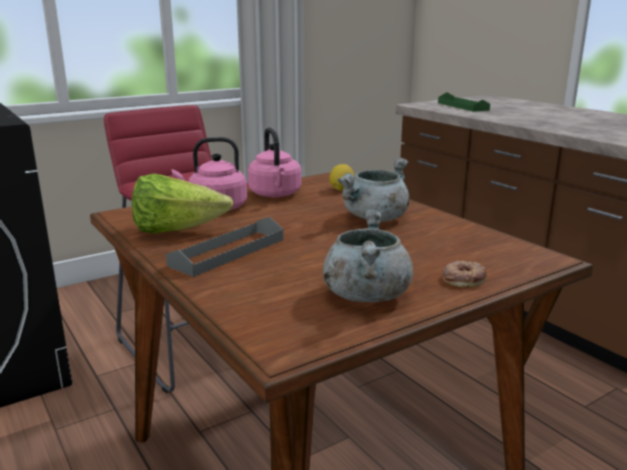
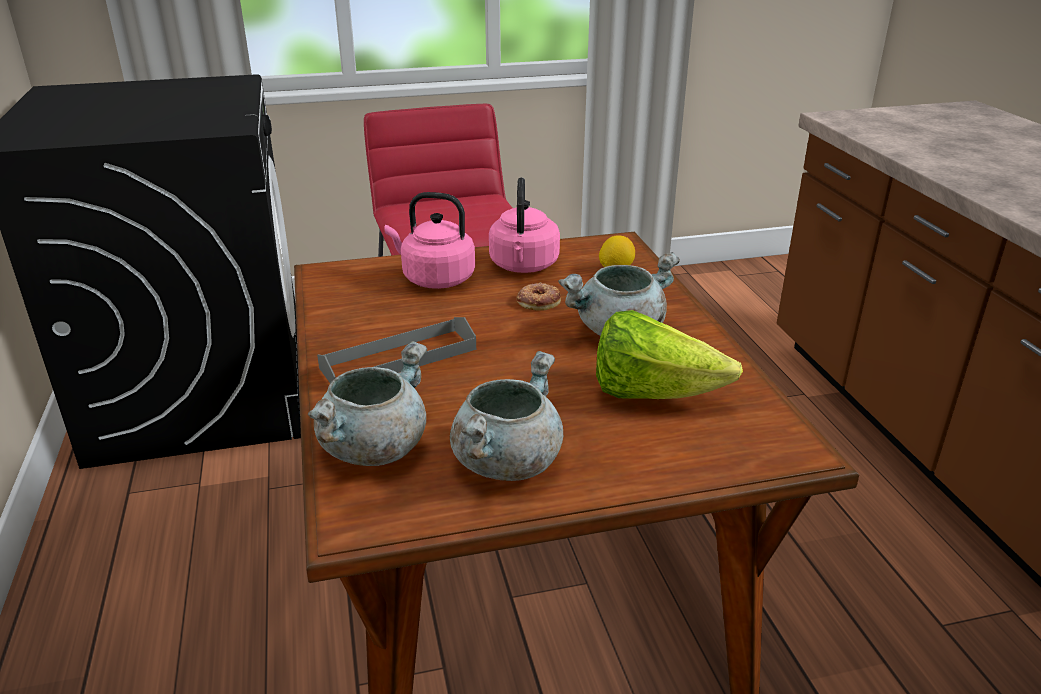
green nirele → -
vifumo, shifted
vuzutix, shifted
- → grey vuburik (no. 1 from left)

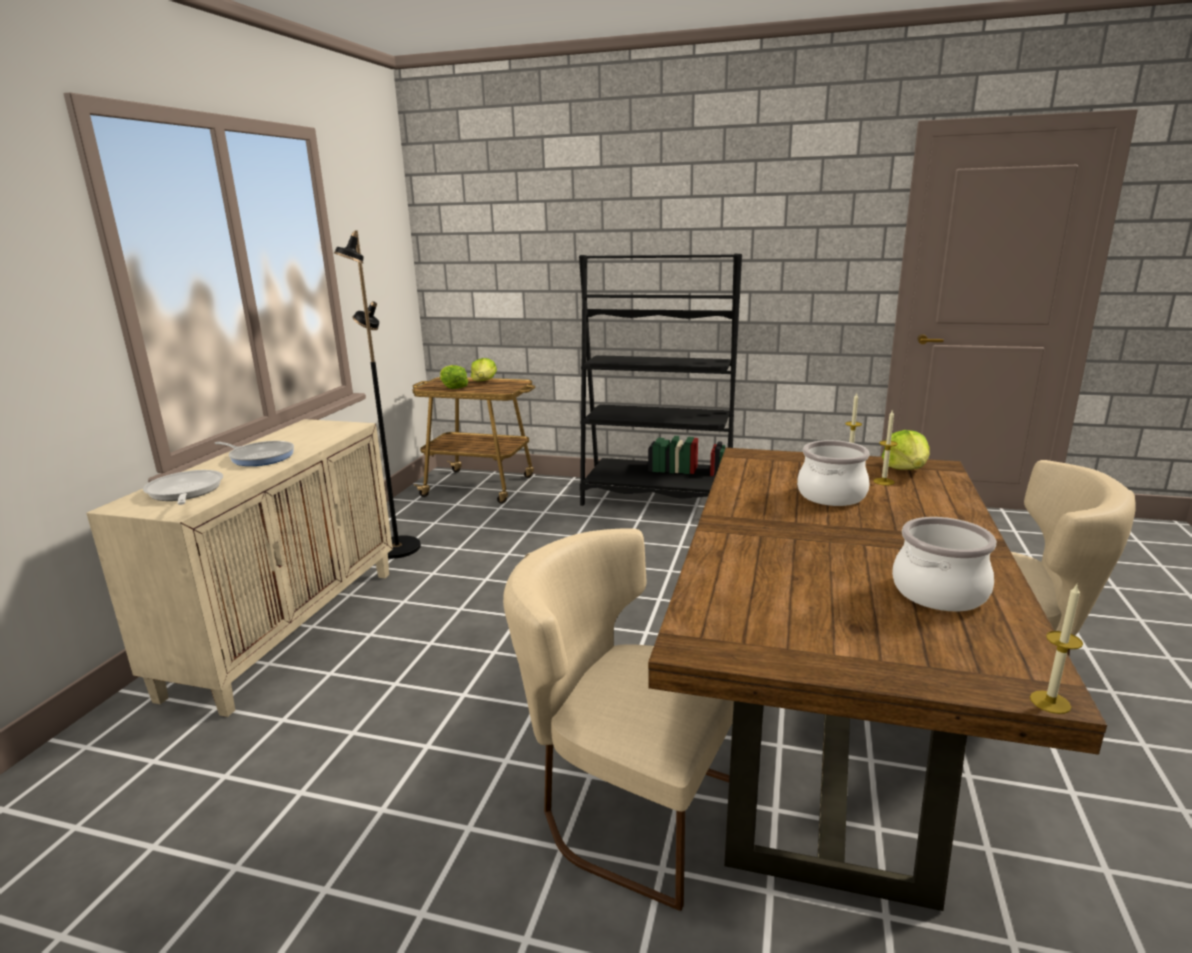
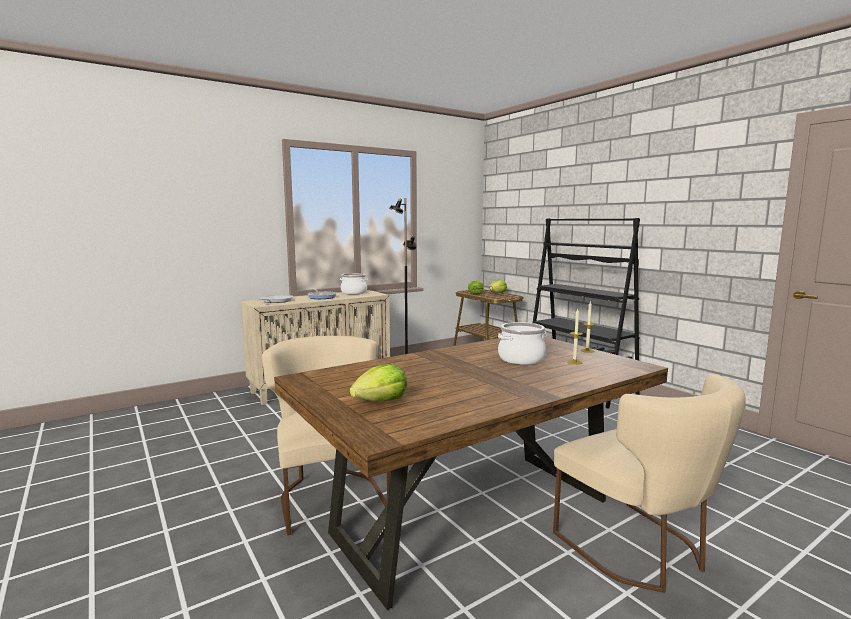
vifumo (no. 3 from left in the first image) → vifumo (no. 1 from left), shifted
vuburik (no. 2 from left in the first image) → vuburik (no. 1 from left), shifted
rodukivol (no. 3 from left) → -

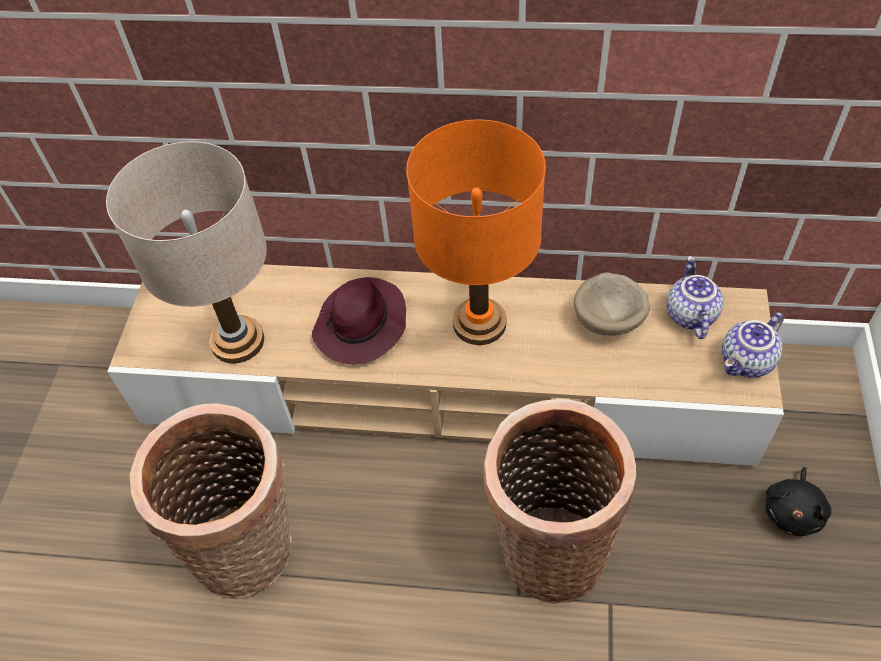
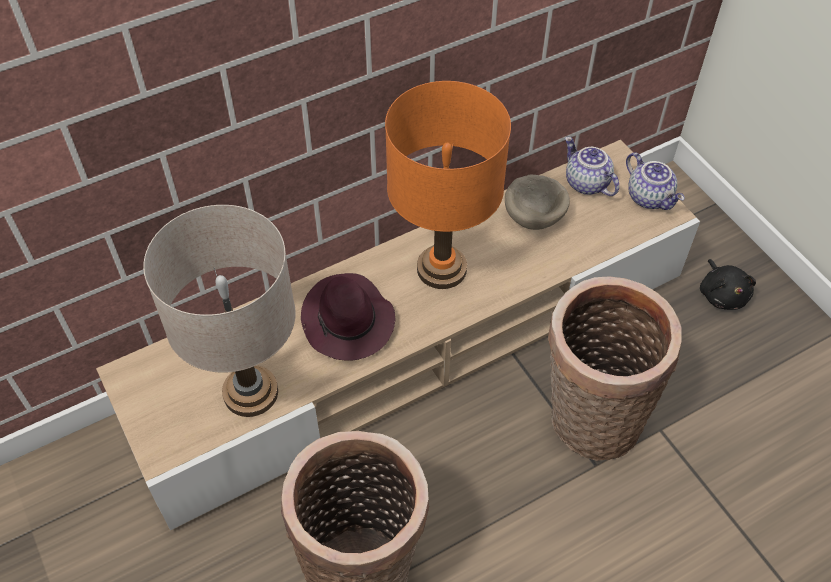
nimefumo (no. 2 from left), 45 degrees counterclockwise

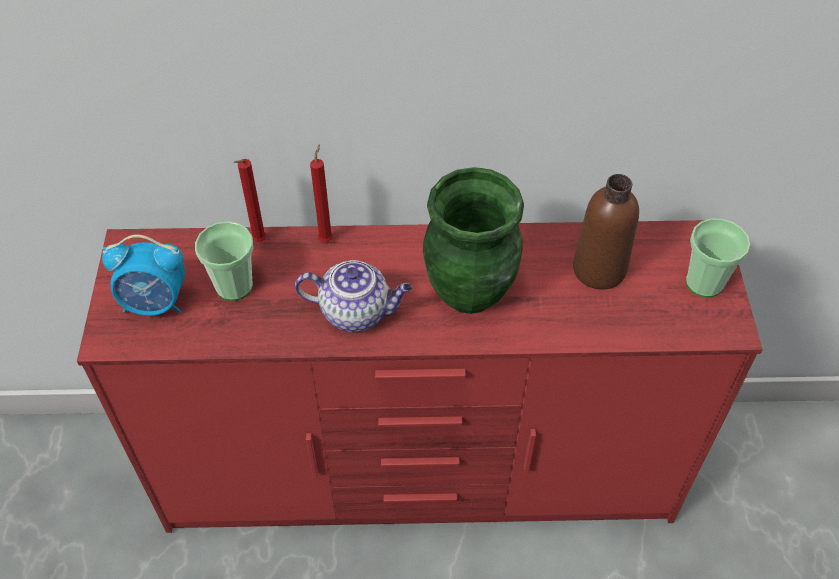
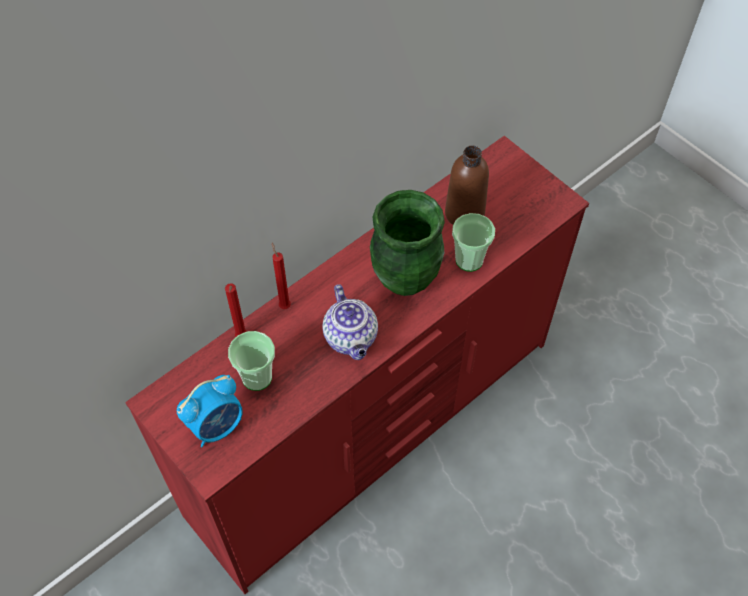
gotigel (no. 2 from left), shifted
nimefumo, 105 degrees clockwise

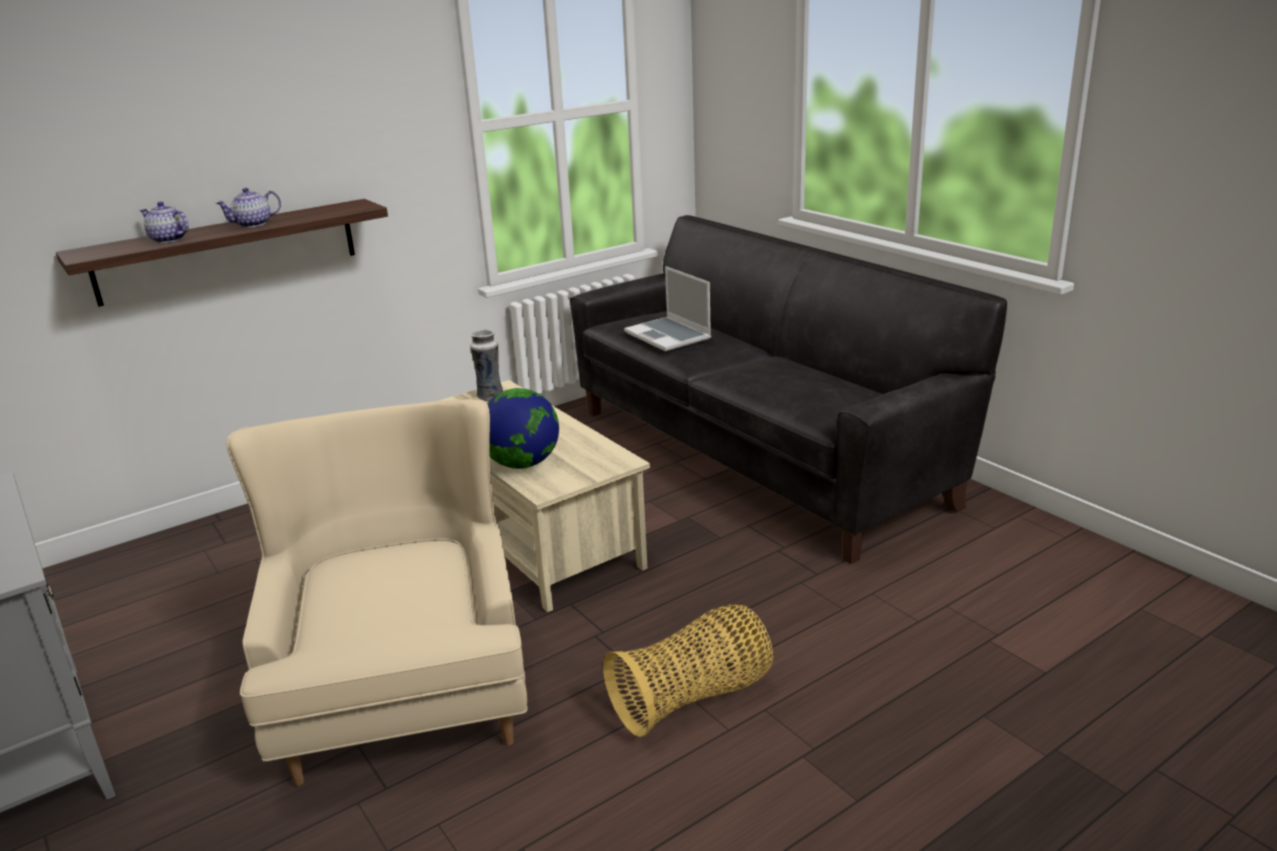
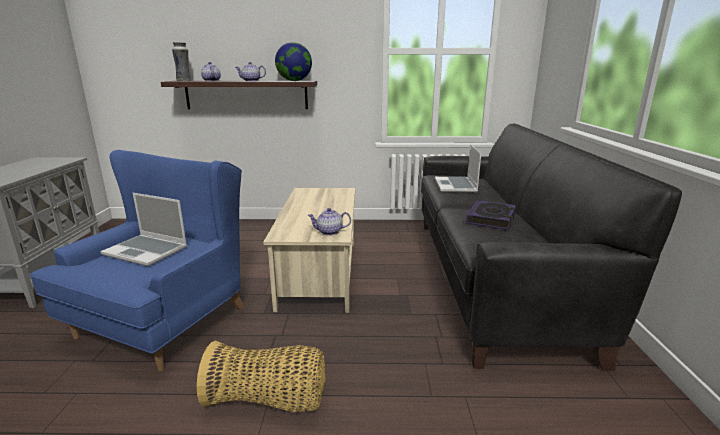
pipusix, shifted
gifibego, shifted
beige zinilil → blue zinilil
- → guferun (no. 1 from left)
- → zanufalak
- → nimefumo (no. 3 from left)

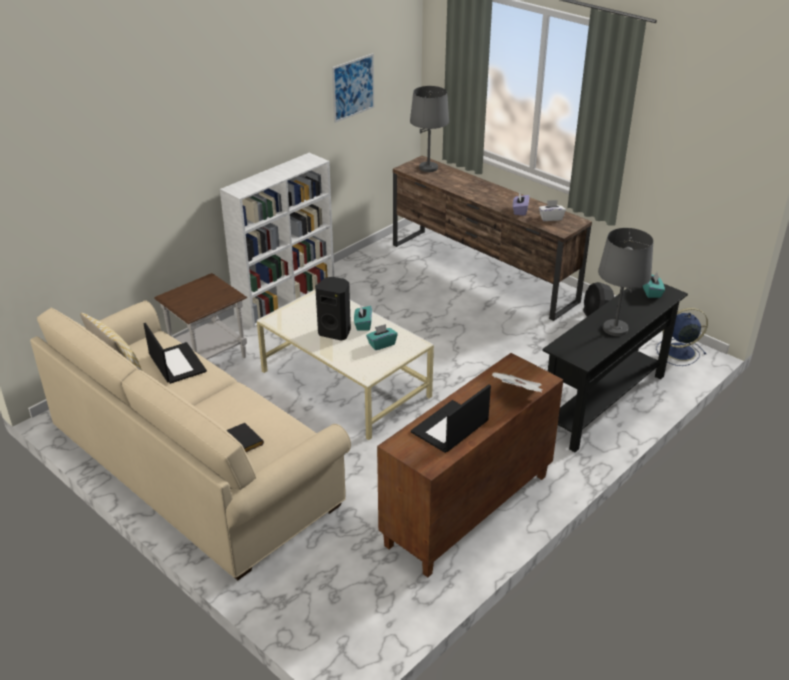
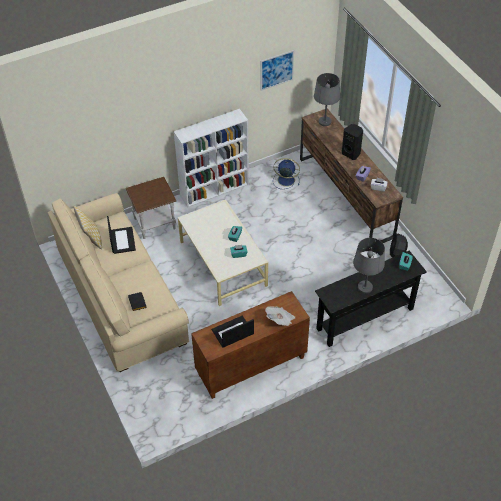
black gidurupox, shifted
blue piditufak, shifted

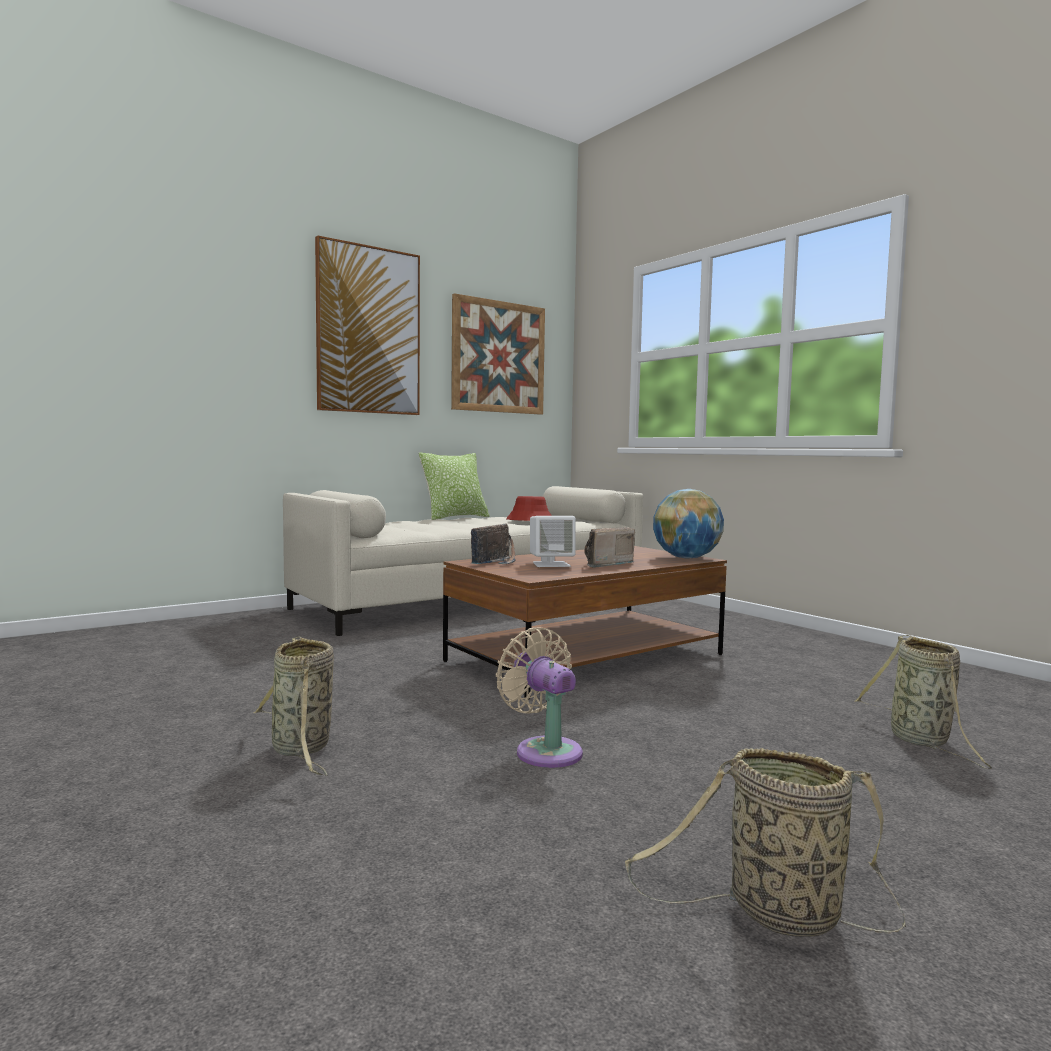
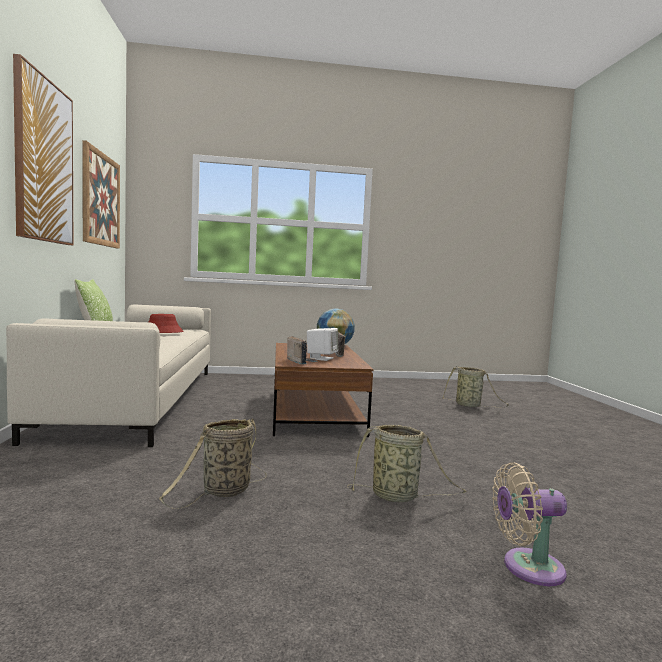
beige piditufak, shifted
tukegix (no. 2 from left in the first image) → tukegix (no. 1 from left), shifted

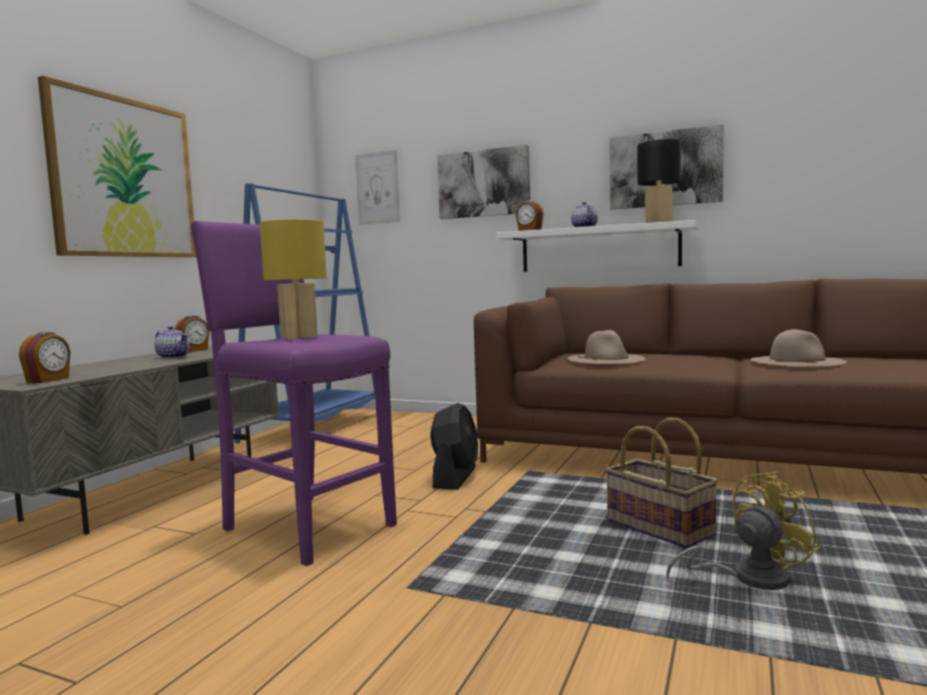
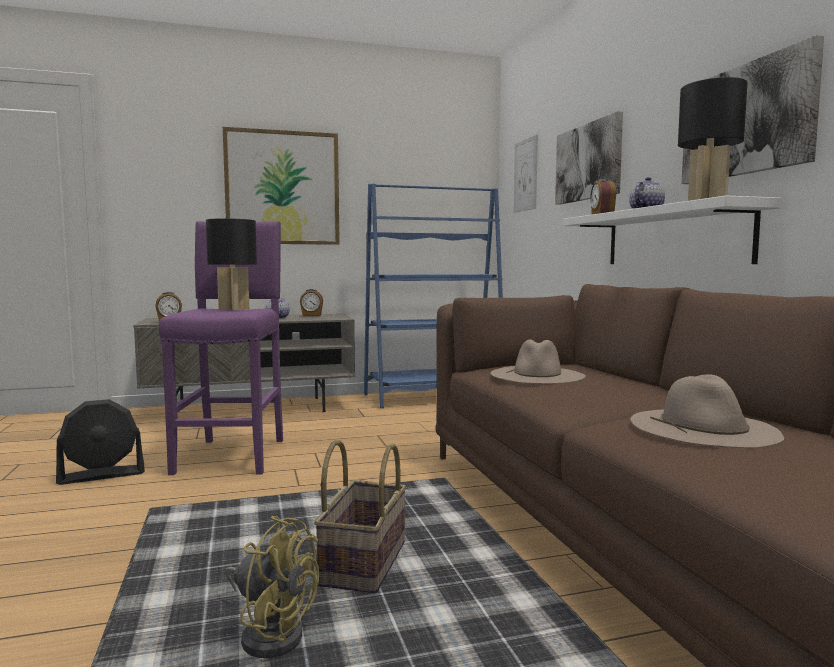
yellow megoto → black megoto (no. 1 from left)
black piditufak, shifted

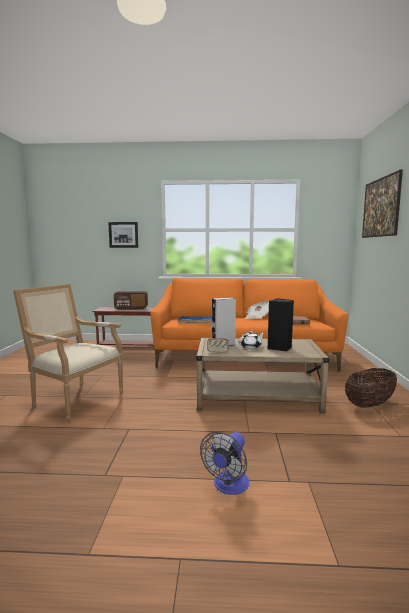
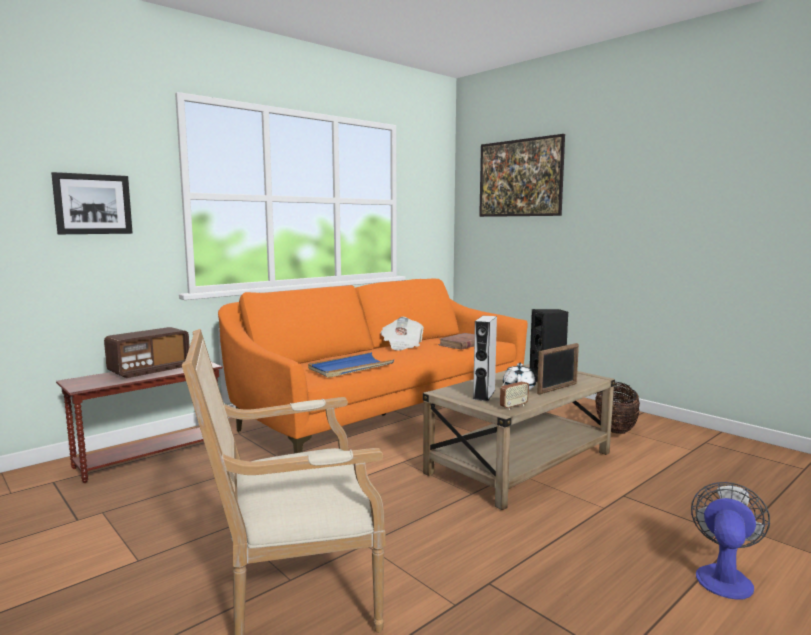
piditufak, 135 degrees counterclockwise
- → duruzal

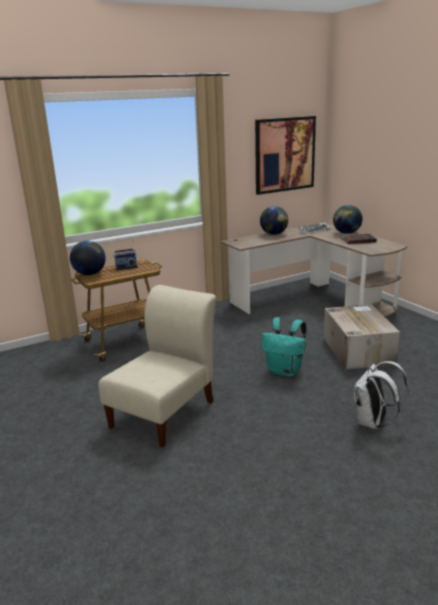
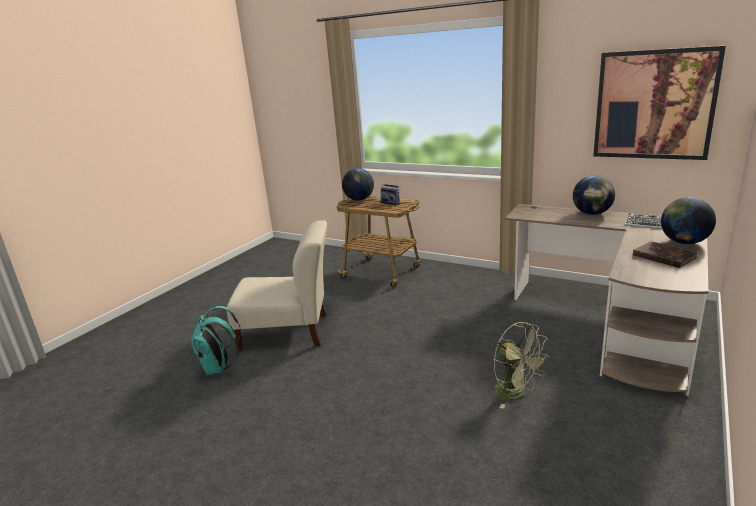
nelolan → green piditufak
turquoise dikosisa, shifted
white dikosisa → -

